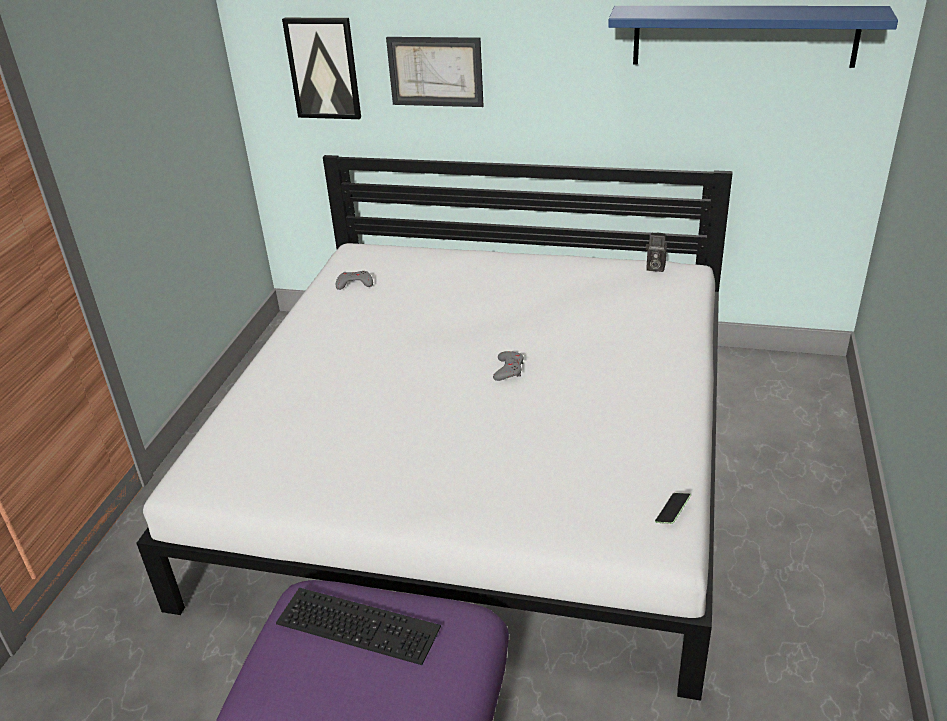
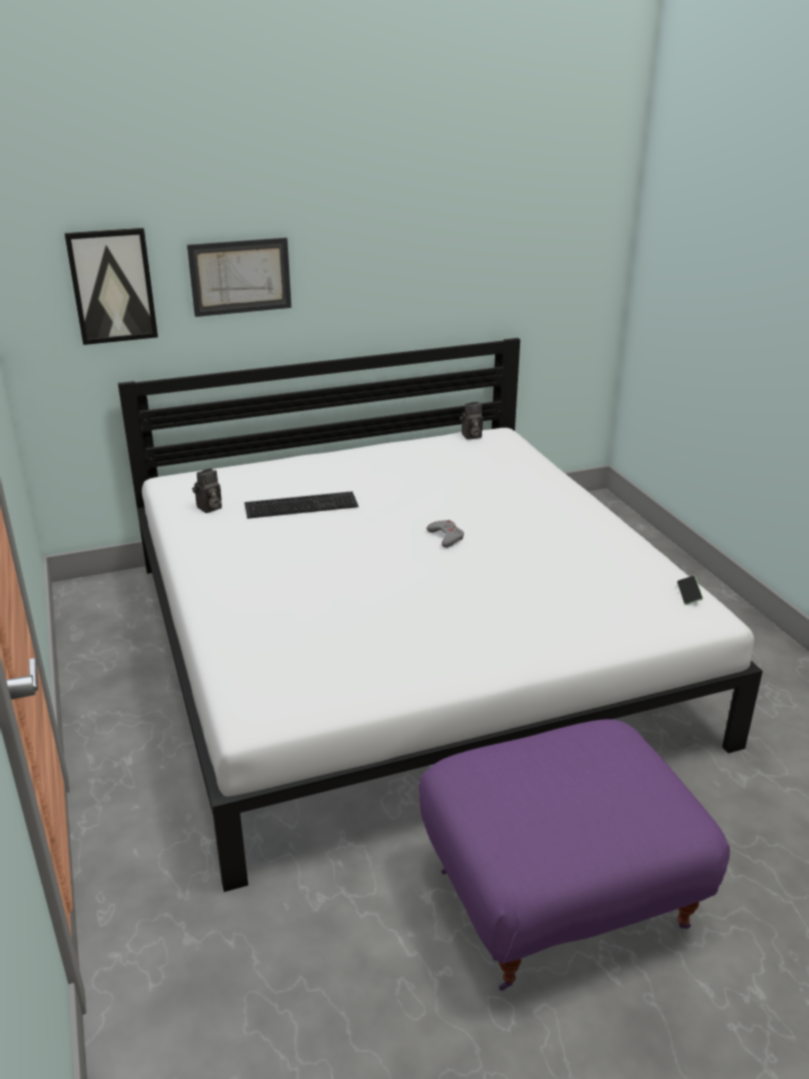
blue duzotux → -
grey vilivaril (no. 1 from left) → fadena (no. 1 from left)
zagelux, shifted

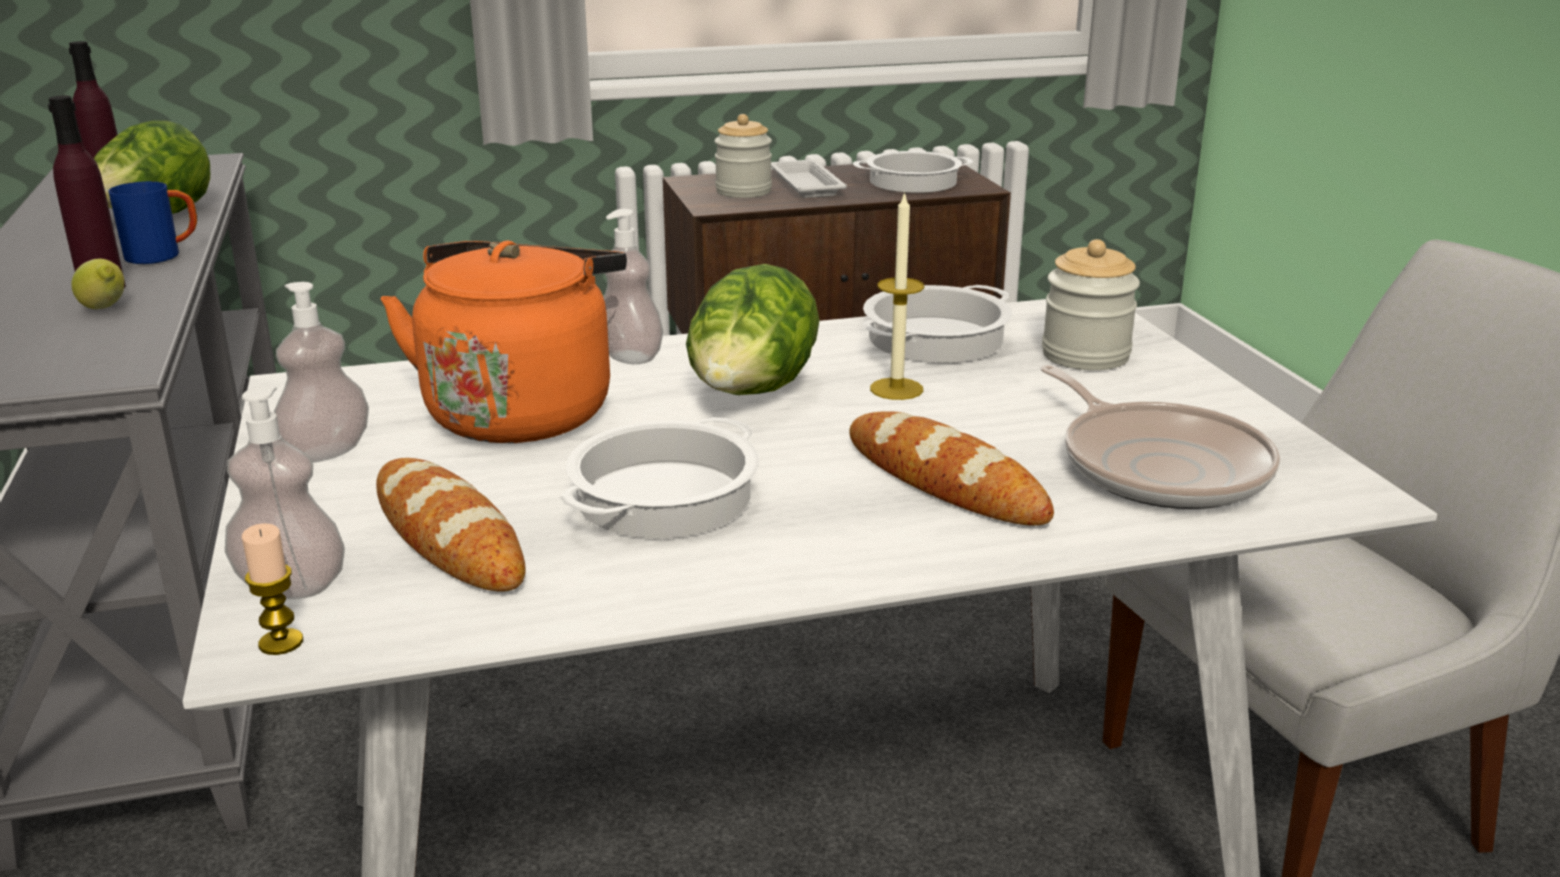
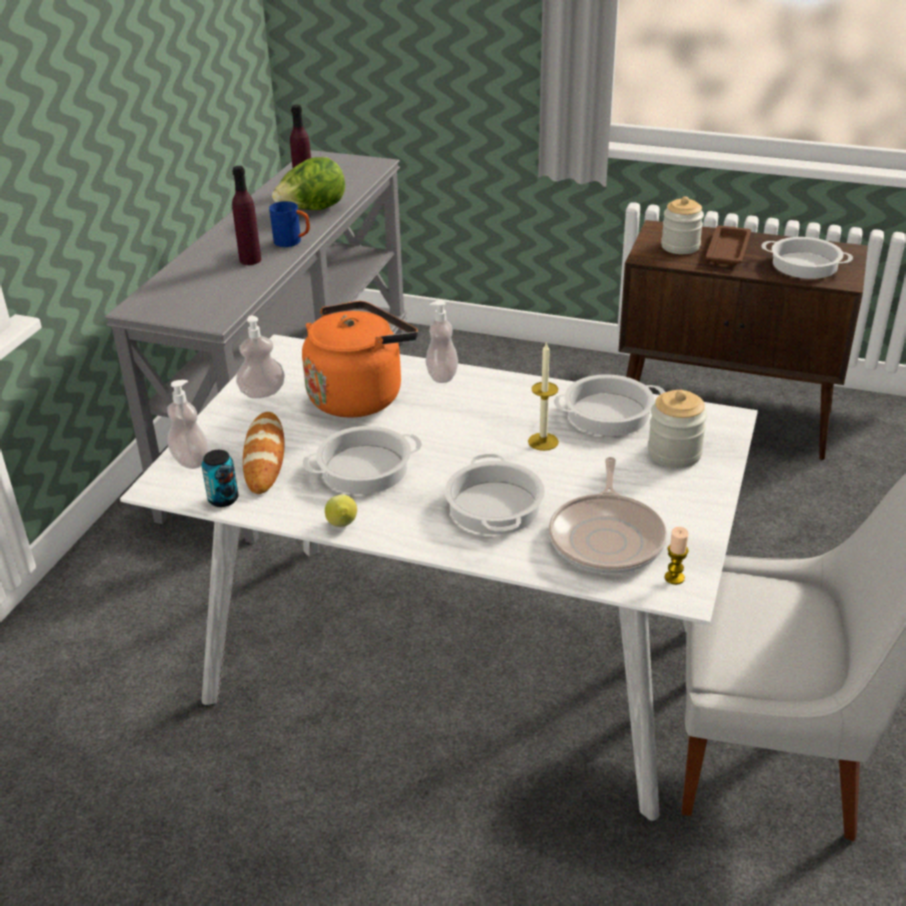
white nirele → brown nirele
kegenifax, shifted
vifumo (no. 2 from left) → -
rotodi (no. 2 from left) → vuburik (no. 2 from left)
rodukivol (no. 1 from left in the first image) → rodukivol (no. 2 from left), shifted
- → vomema

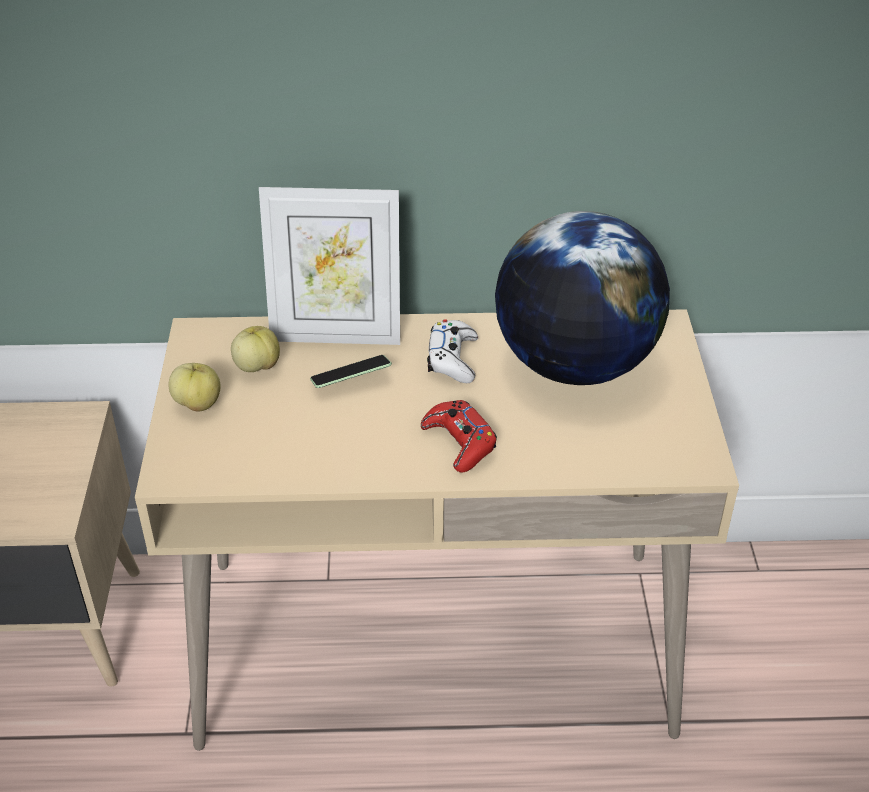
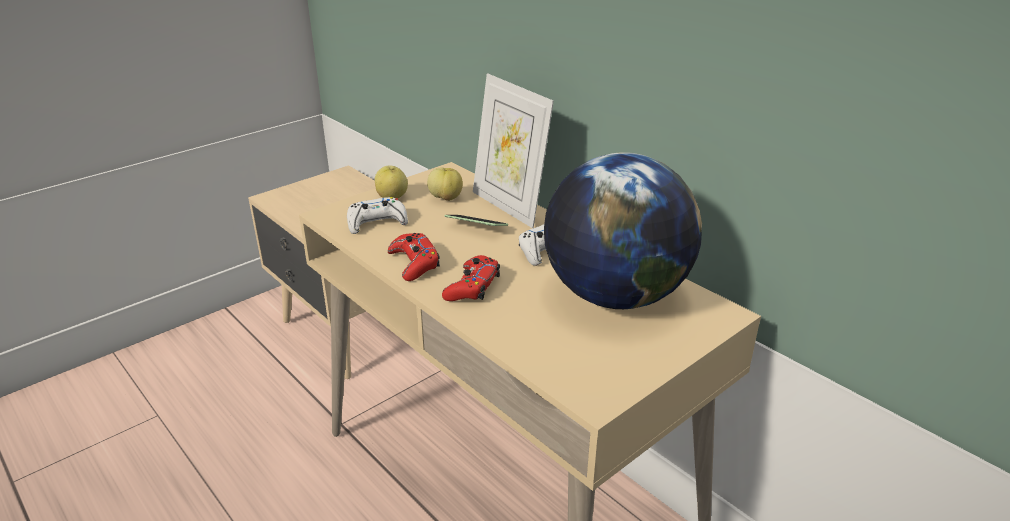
- → white vilivaril (no. 1 from left)
- → red vilivaril (no. 1 from left)

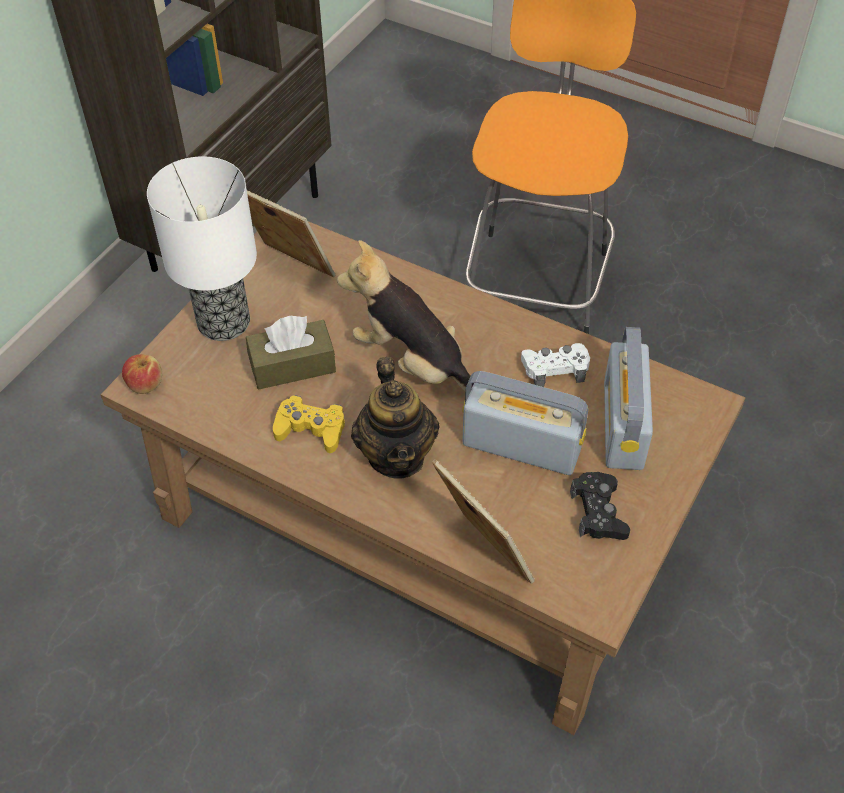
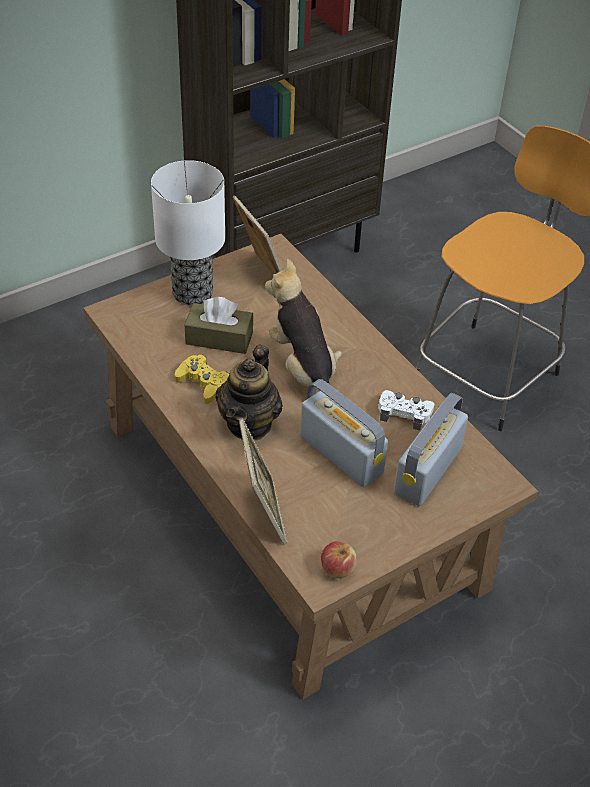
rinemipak, shifted
black vilivaril → -

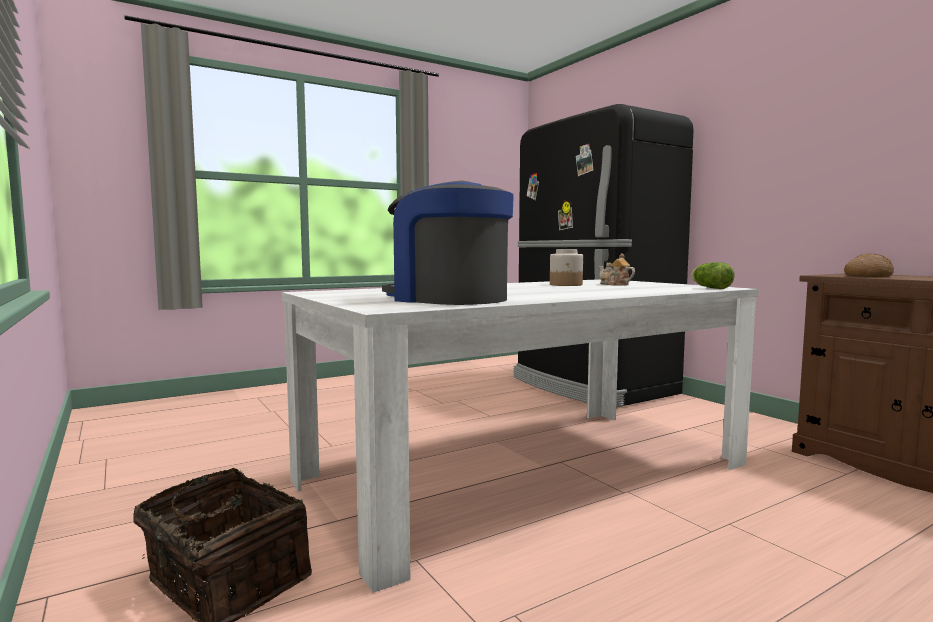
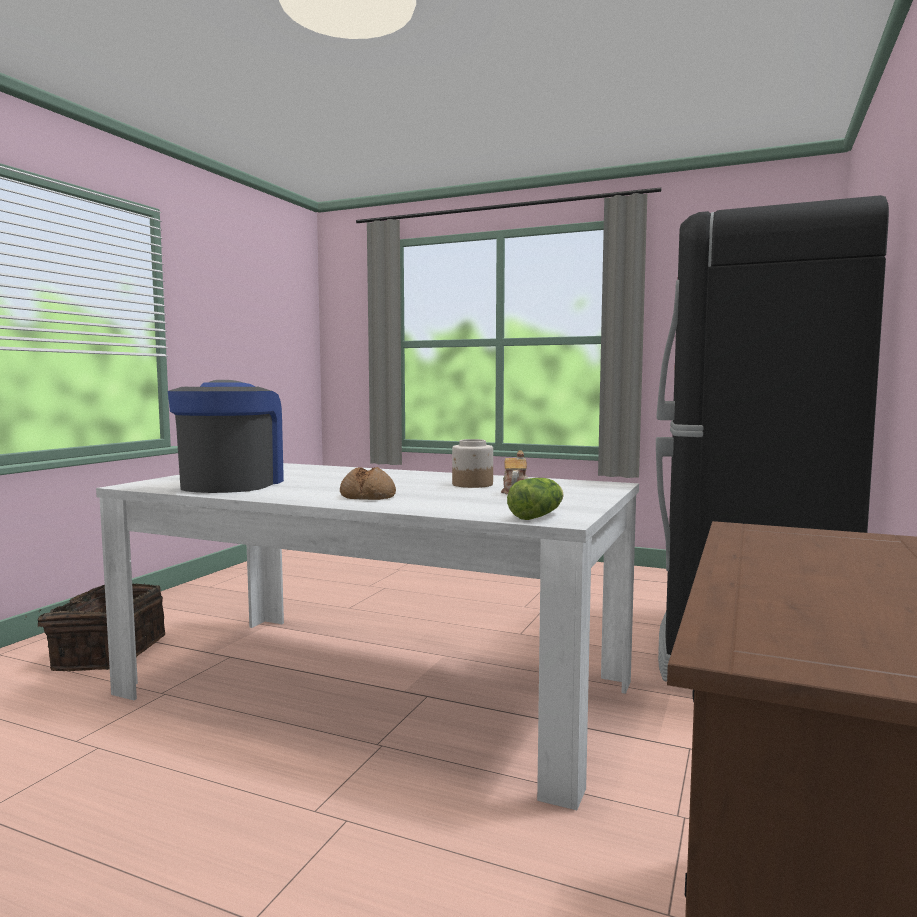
rotodi, shifted

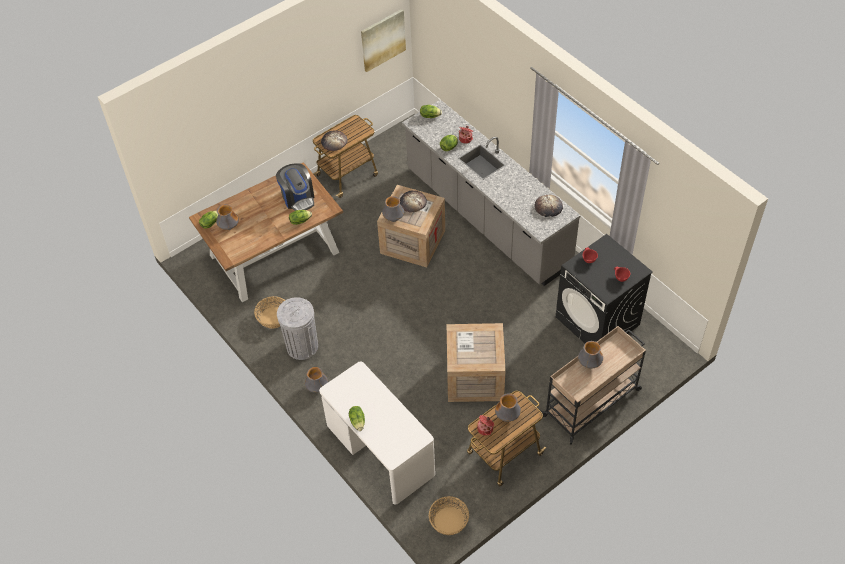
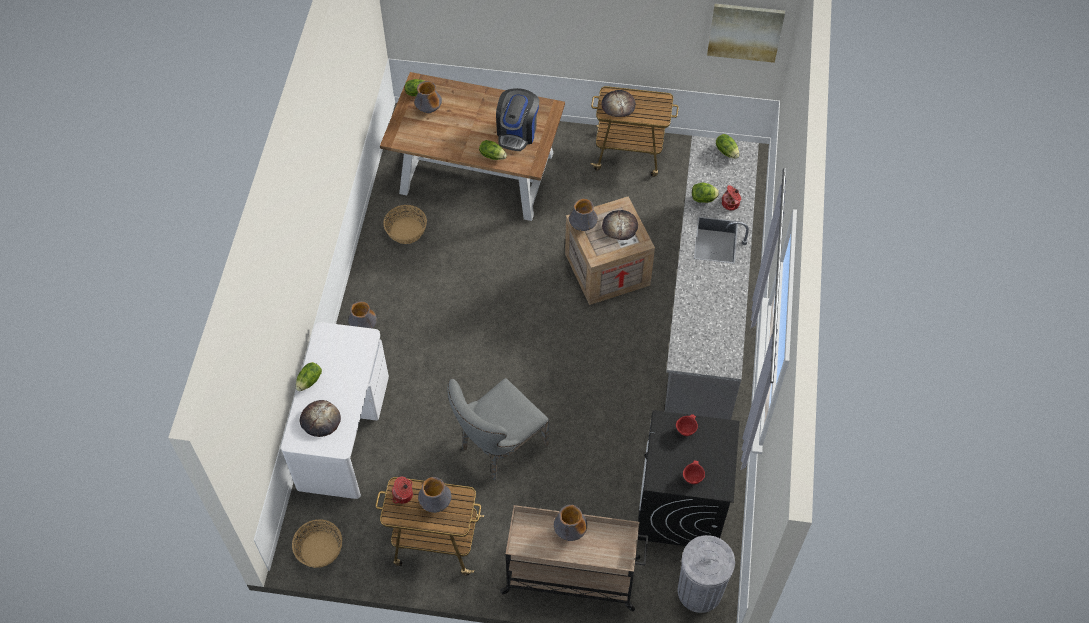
rotodi (no. 3 from left in the first image) → rotodi (no. 1 from left), shifted
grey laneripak, shifted
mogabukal (no. 2 from left) → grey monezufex

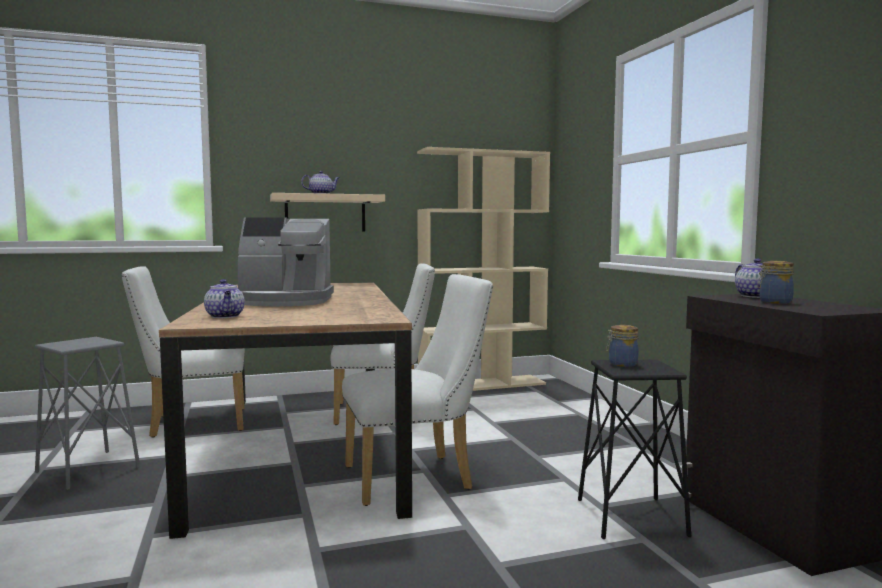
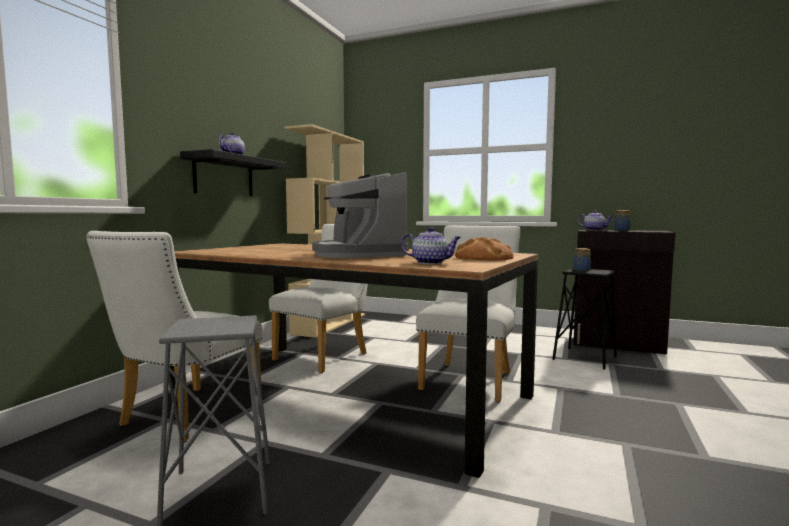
beige duzotux → black duzotux
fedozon, 120 degrees clockwise
- → rotodi

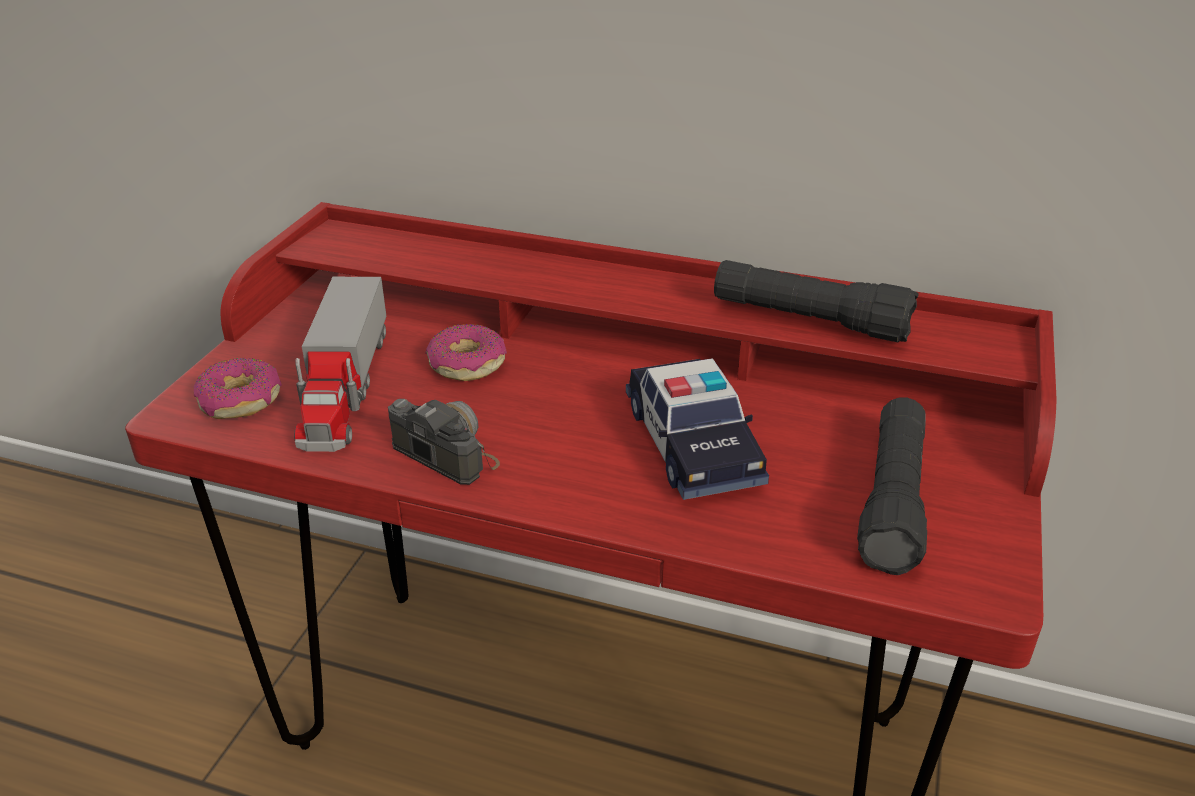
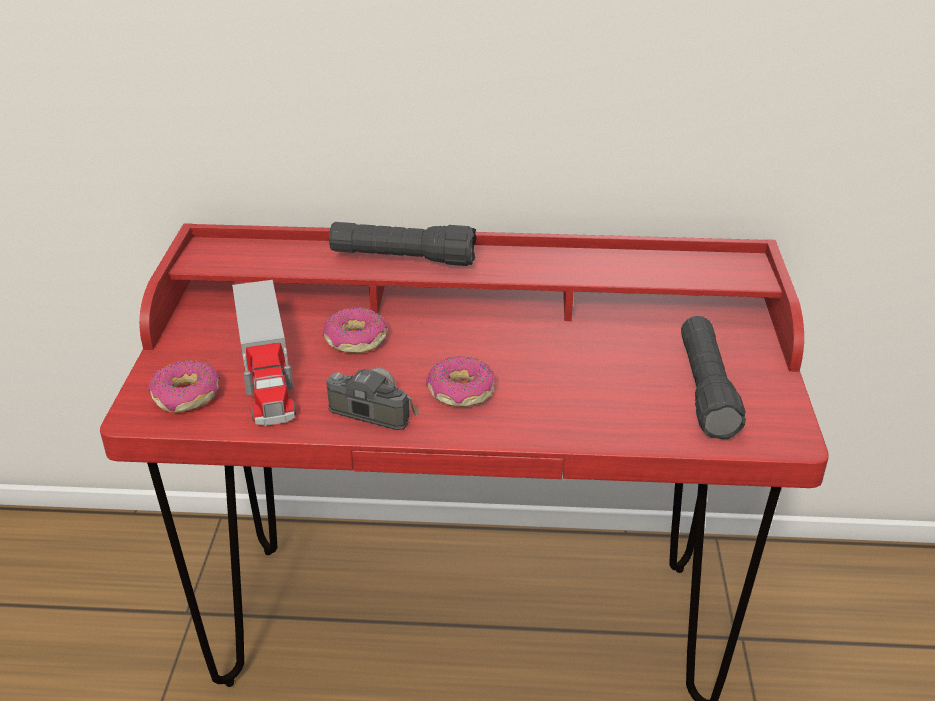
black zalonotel (no. 1 from left), shifted
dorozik → -
- → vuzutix (no. 3 from left)

